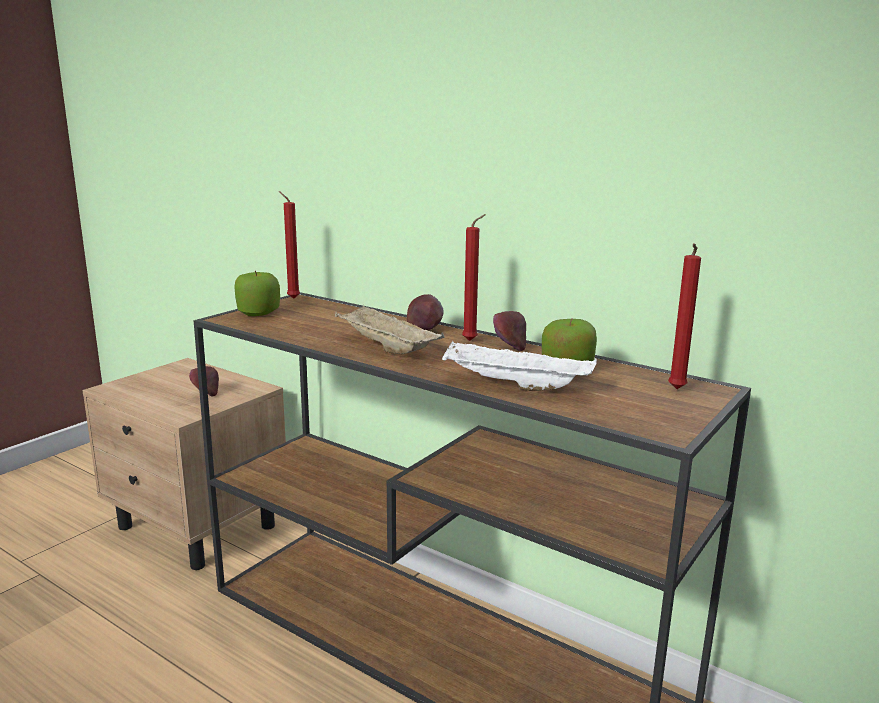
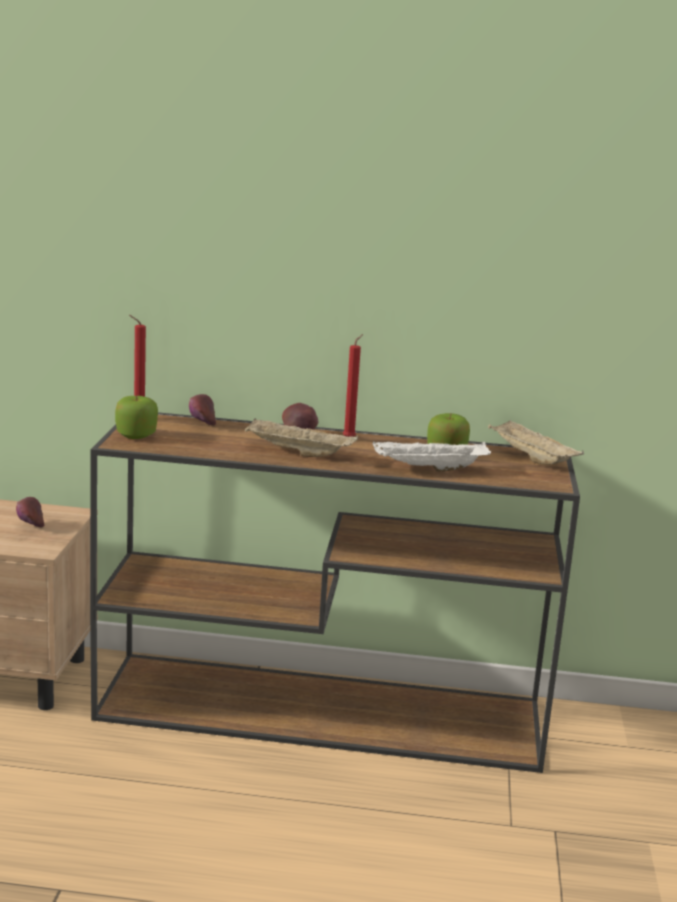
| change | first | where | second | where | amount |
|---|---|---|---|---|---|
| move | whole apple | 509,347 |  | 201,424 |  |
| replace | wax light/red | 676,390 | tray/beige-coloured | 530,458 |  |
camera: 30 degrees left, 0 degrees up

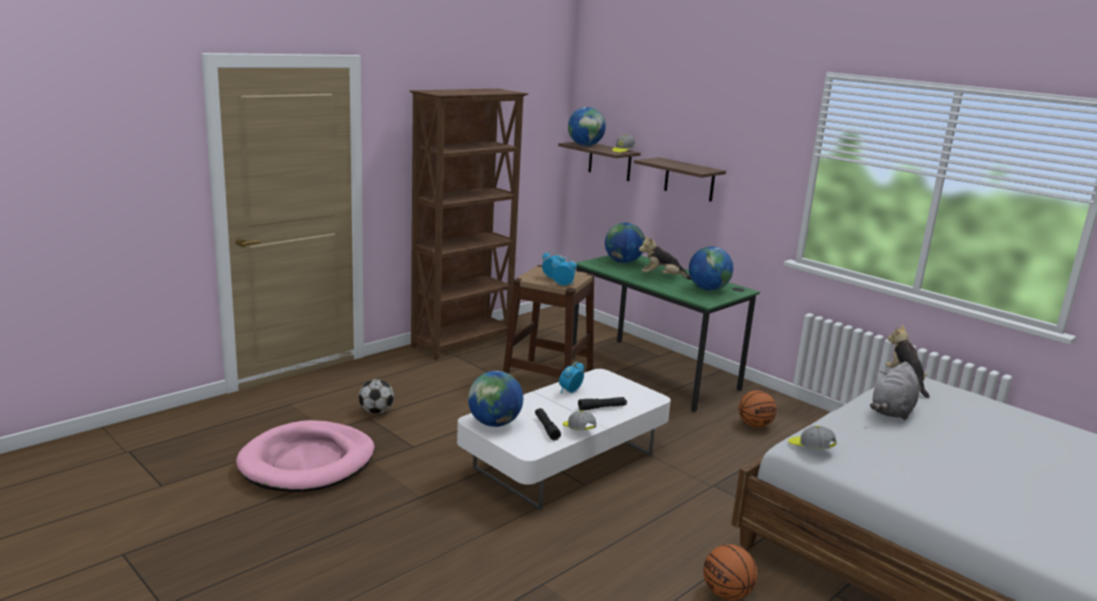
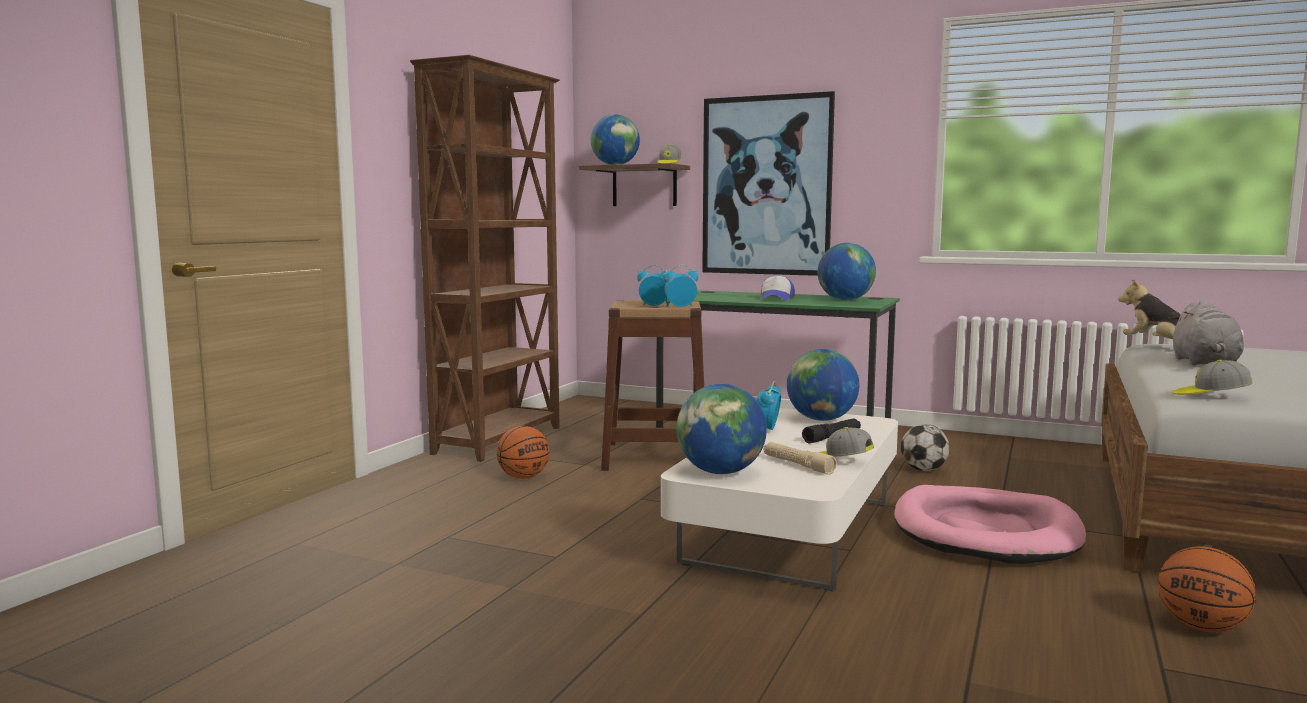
| change | first | where | second | where | amount |
|---|---|---|---|---|---|
| move | basketball | 754,425 |  | 523,477 |  |
| replace | bracket shelf | 689,179 | picture | 766,186 |  |
| replace | plush toy | 661,277 | cap | 776,298 |  |
| recolor | hand torch/black | 546,428 | hand torch/beige-coloured | 798,465 |  |
| move | globe | 623,262 |  | 821,420 |  |
| move | pet bed/pink-coloured | 308,462 |  | 985,532 |  |
| move | football | 376,412 |  | 923,470 |  |
camera: 20 degrees left, 10 degrees down

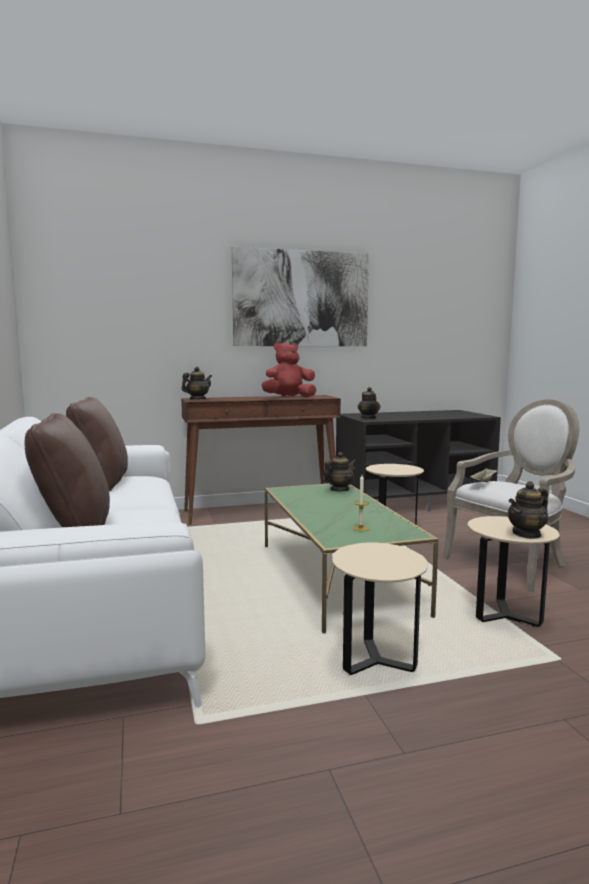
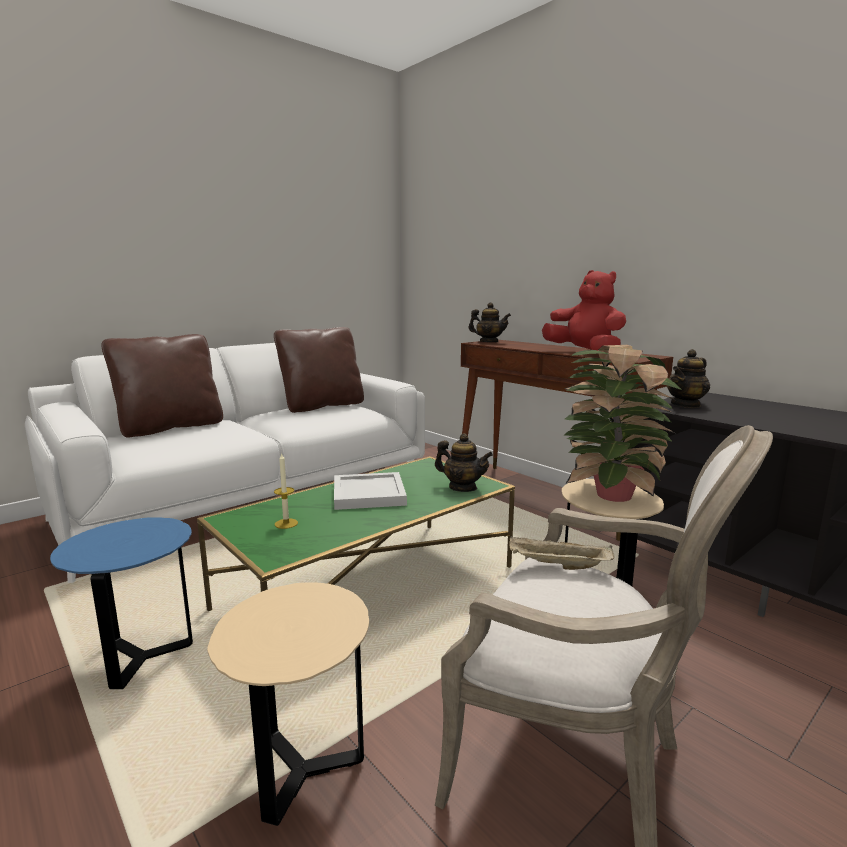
| change | first | where | second | where | amount |
|---|---|---|---|---|---|
| recolor | side table/beige-coloured | 376,662 | side table/bluish | 142,658 |  |
| insert |  |  | tray/whitish | 367,493 |  |
| insert |  |  | plant in a pot | 611,494 |  |
| delete | picture | 301,299 |  |  |  |
| delete | teapot | 527,534 |  |  |  |
camera: 65 degrees right, 5 degrees up

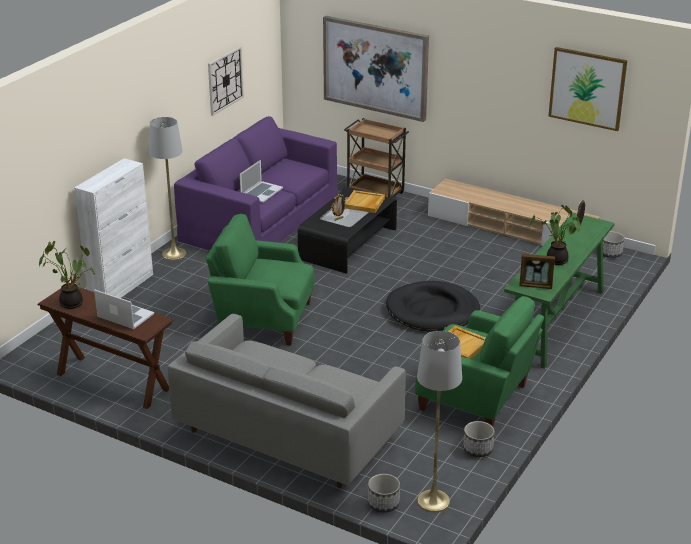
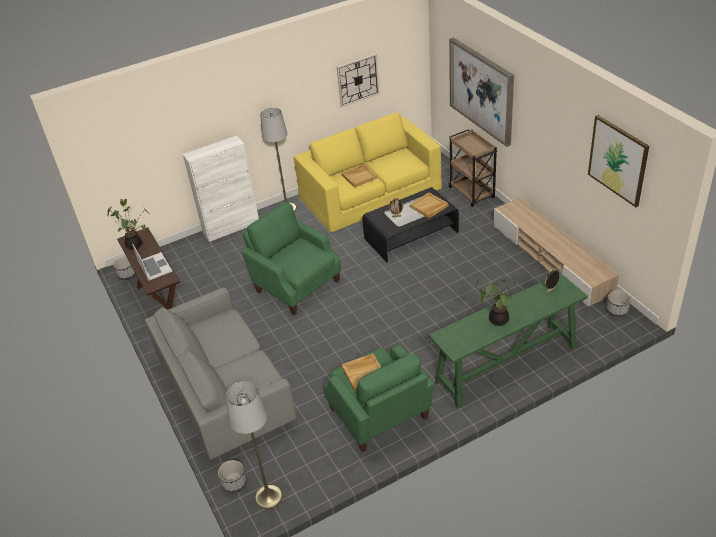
| change | first | where | second | where | amount |
|---|---|---|---|---|---|
| move | planter | 477,449 |  | 127,274 |  |
| recolor | sofa/purple | 259,217 | sofa/yellow | 370,192 |  |
| replace | portable computer | 261,192 | tray/beige-coloured | 359,176 |  |
| delete | pet bed/black | 432,311 |  |  |  |
| delete | picture frame | 535,285 |  |  |  |
camera: 35 degrees right, 10 degrees up

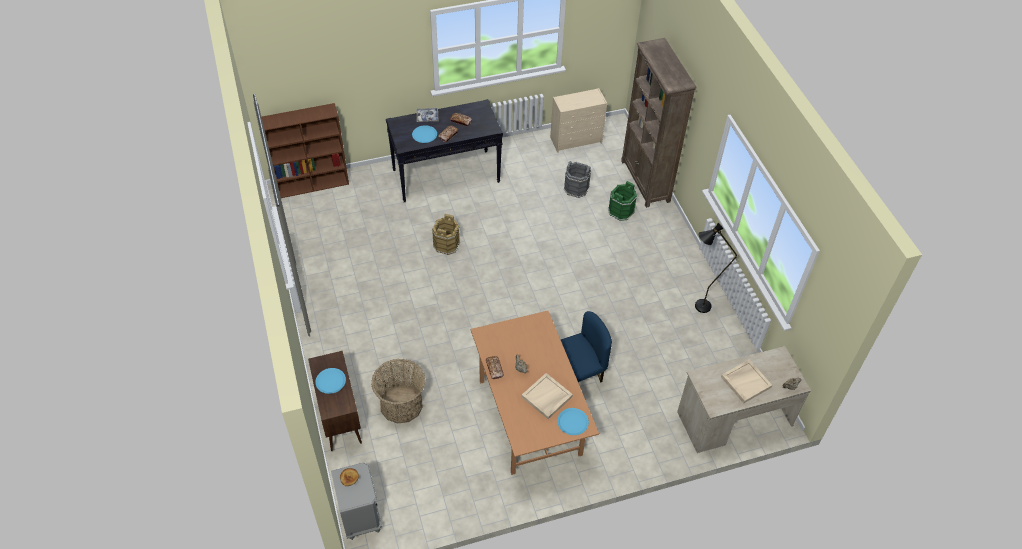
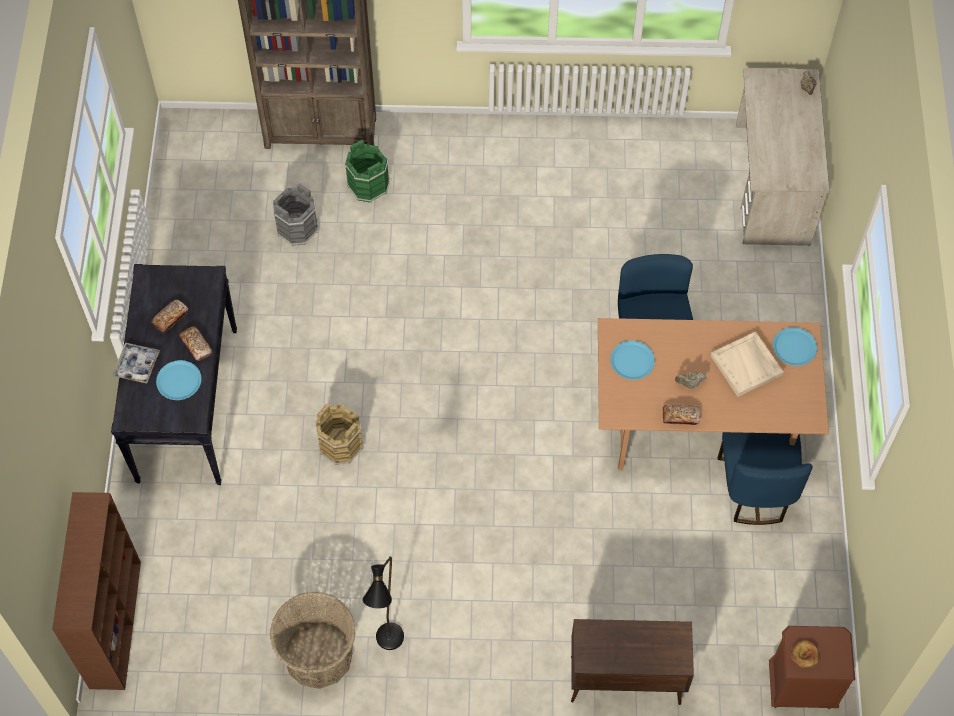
| change | first | where | second | where | amount |
|---|---|---|---|---|---|
| move | storage basket | 401,404 |  | 318,655 |  |
| move | standard lamp/black | 697,307 |  | 389,647 |  |
| move | dinner plate/bluish | 330,381 |  | 632,360 |  |
| insert |  |  | upright chair/bluish | 754,490 |  |
| recolor | nightstand/greyish | 360,517 | nightstand/brown | 800,687 |  |
| delete | chest of drawers/beige-coloured | 576,140 |  |  |  |
| delete | tray/beige-coloured | 746,382 |  |  |  |
camera: 70 degrees left, 10 degrees up

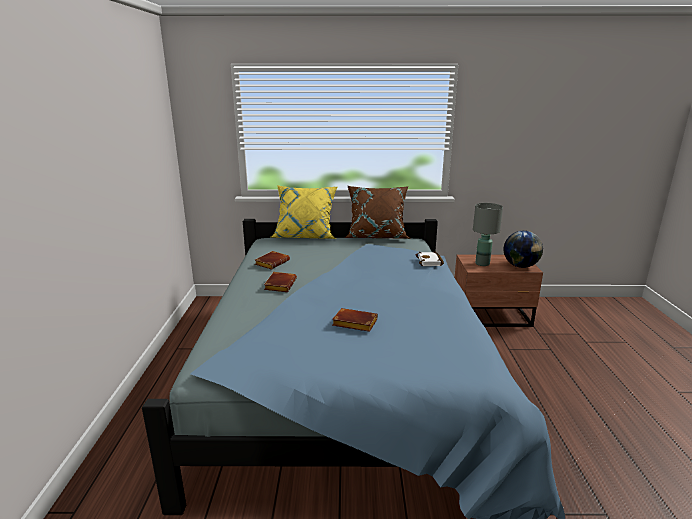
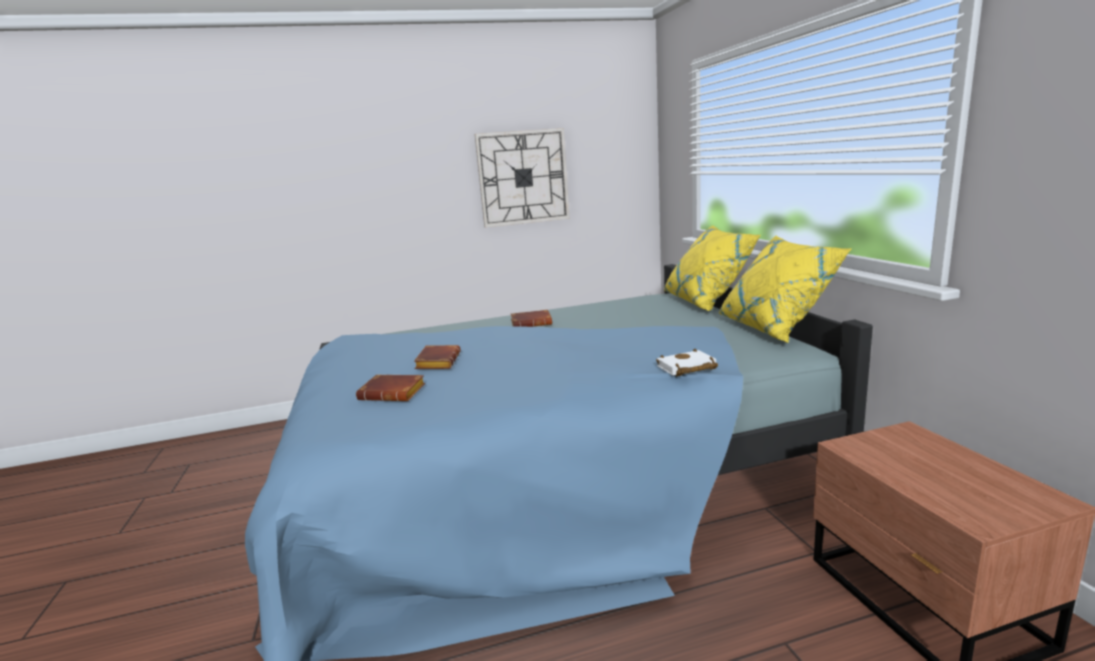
| change | first | where | second | where | amount |
|---|---|---|---|---|---|
| move | bound book/brown | 272,263 |  | 394,393 |  |
| insert |  |  | wall clock | 523,177 |  |
| recolor | cushion/brown | 377,236 | cushion/yellow | 775,328 |  |
| delete | tabletop lamp/greyish | 482,264 |  |  |  |
| delete | globe | 520,266 |  |  |  |
camera: 75 degrees right, 5 degrees down

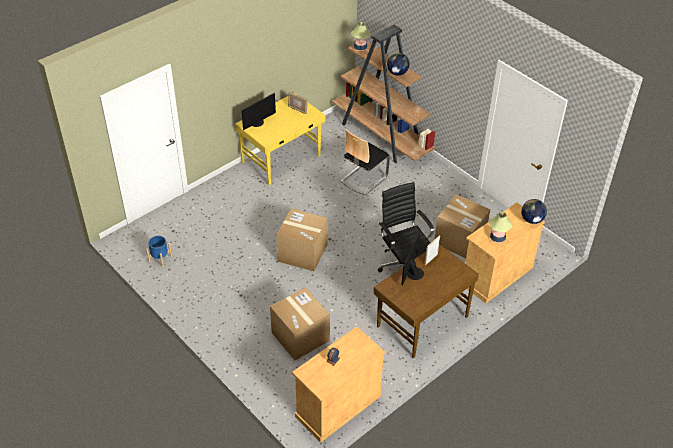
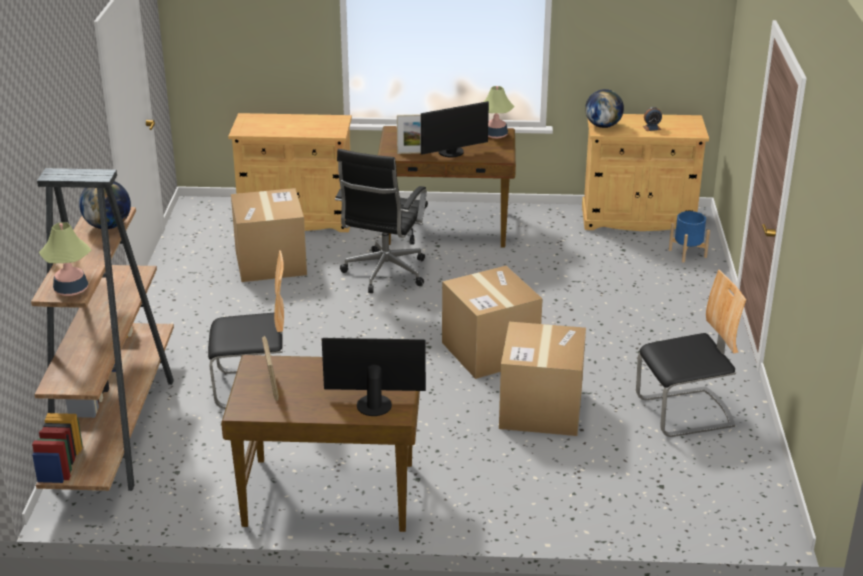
| change | first | where | second | where | amount |
|---|---|---|---|---|---|
| recolor | desk table/yellow | 282,159 | desk table/brown | 328,493 |  |
| move | tabletop lamp | 497,238 |  | 495,135 |  |
| move | carton | 300,336 |  | 541,409 |  |
| move | globe | 532,220 |  | 603,126 |  |
| insert |  |  | upright chair | 685,413 |  |
| move | planter/bluish | 160,259 |  | 687,253 |  |
camera: 135 degrees left, 15 degrees down

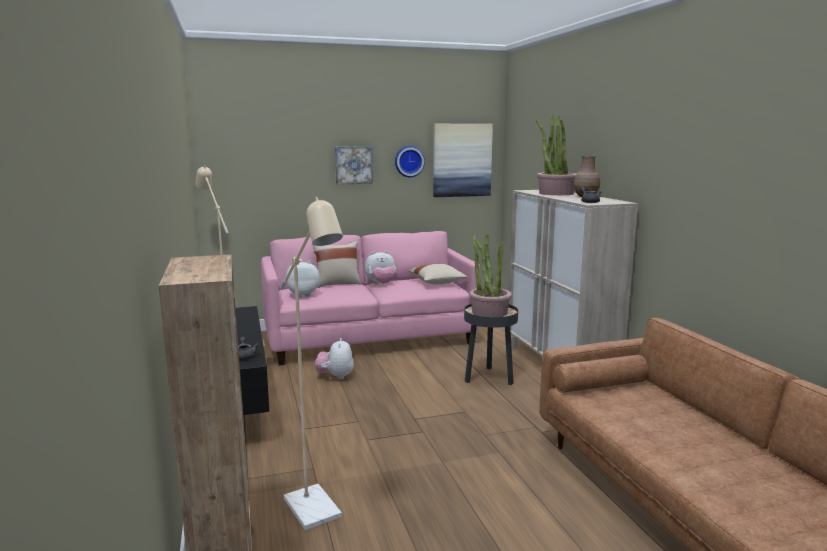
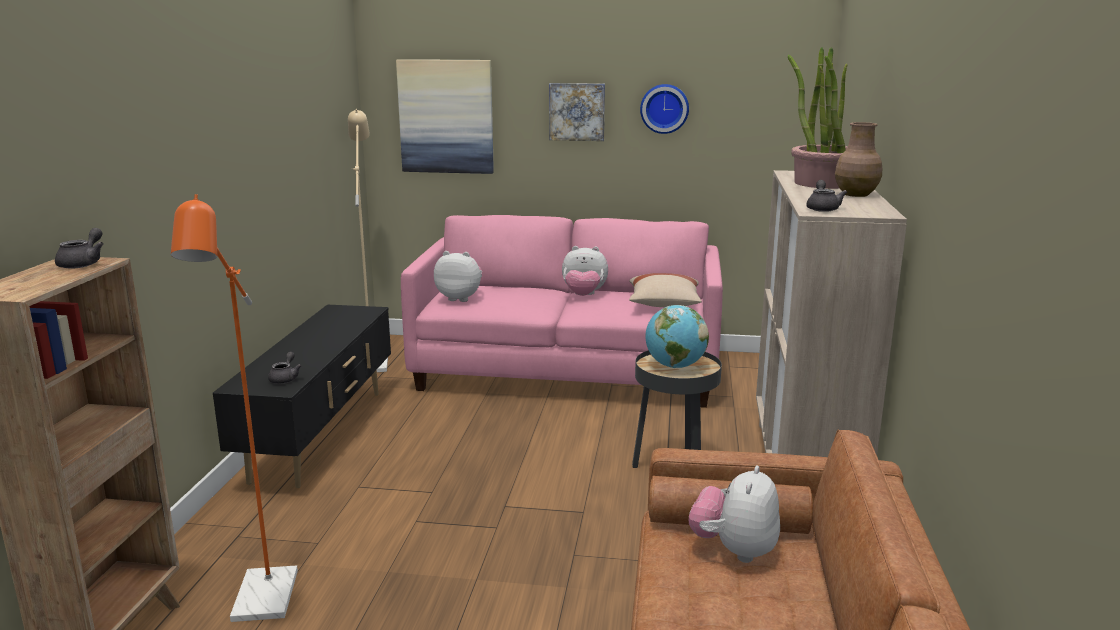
| change | first | where | second | where | amount |
|---|---|---|---|---|---|
| insert |  |  | teapot/greyish | 83,263 |  |
| recolor | standard lamp/beige-coloured | 317,514 | standard lamp/orange | 262,605 |  |
| move | picture | 462,160 |  | 446,116 |  |
| replace | plant in a pot | 489,312 | globe | 675,366 |  |
| move | plush toy | 335,377 |  | 734,550 |  |
| delete | cushion/beige-coloured | 337,284 |  |  |  |
camera: 25 degrees right, 5 degrees up

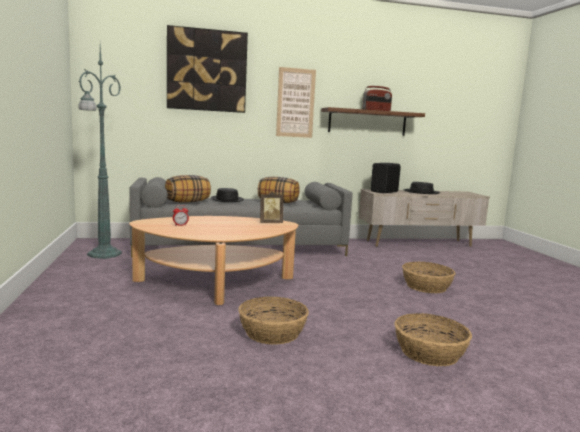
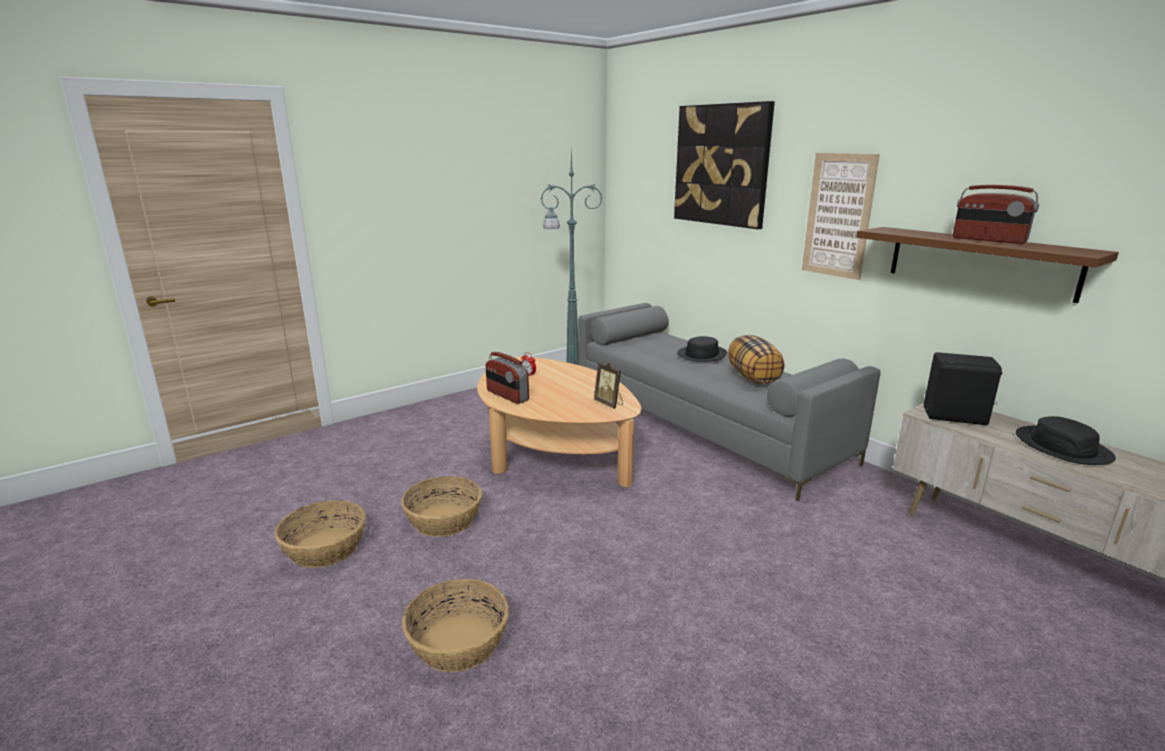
| change | first | where | second | where | amount |
|---|---|---|---|---|---|
| move | storage basket | 426,286 |  | 325,548 |  |
| insert |  |  | radio | 507,396 |  |
| delete | cushion | 187,202 |  |  |  |
camera: 65 degrees right, 10 degrees up

